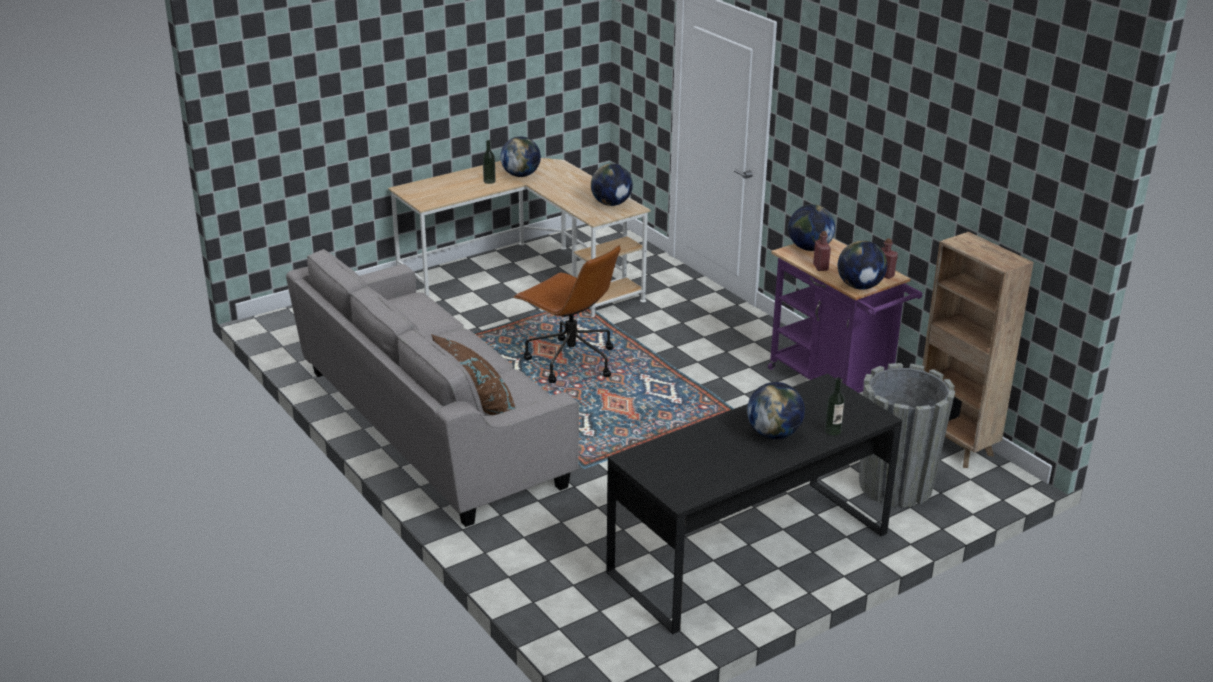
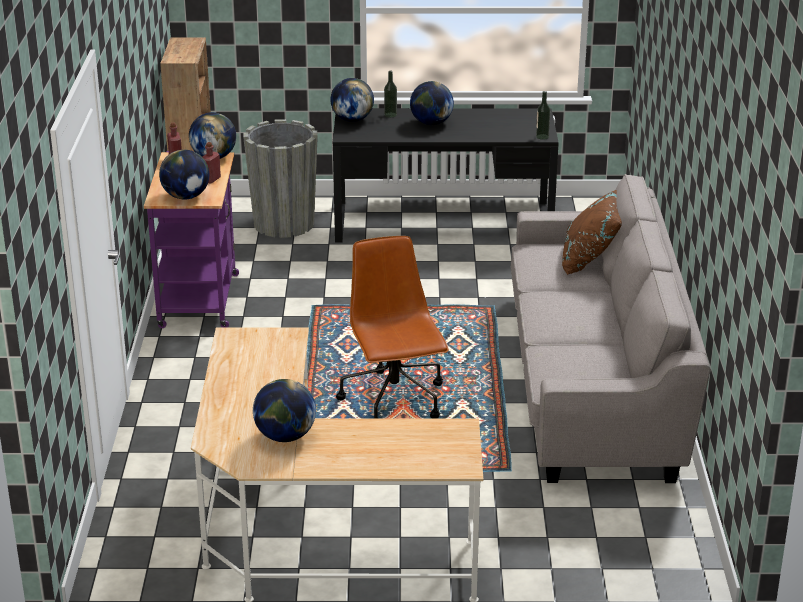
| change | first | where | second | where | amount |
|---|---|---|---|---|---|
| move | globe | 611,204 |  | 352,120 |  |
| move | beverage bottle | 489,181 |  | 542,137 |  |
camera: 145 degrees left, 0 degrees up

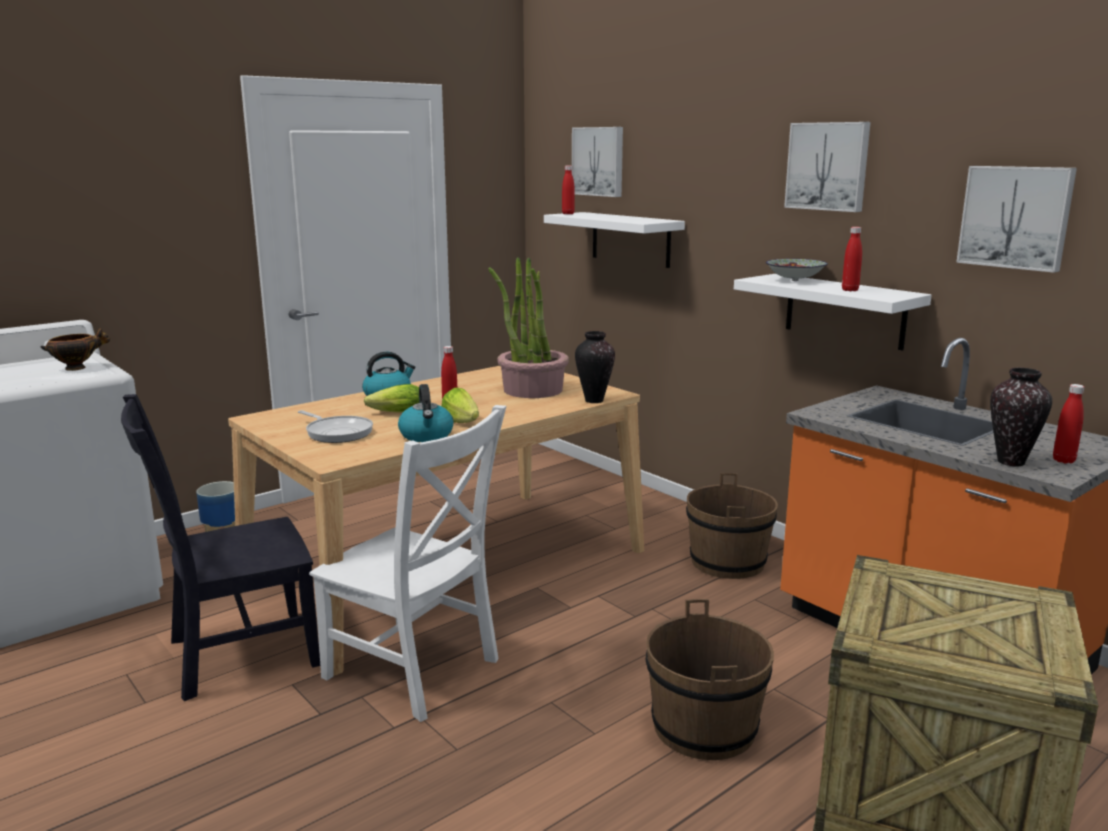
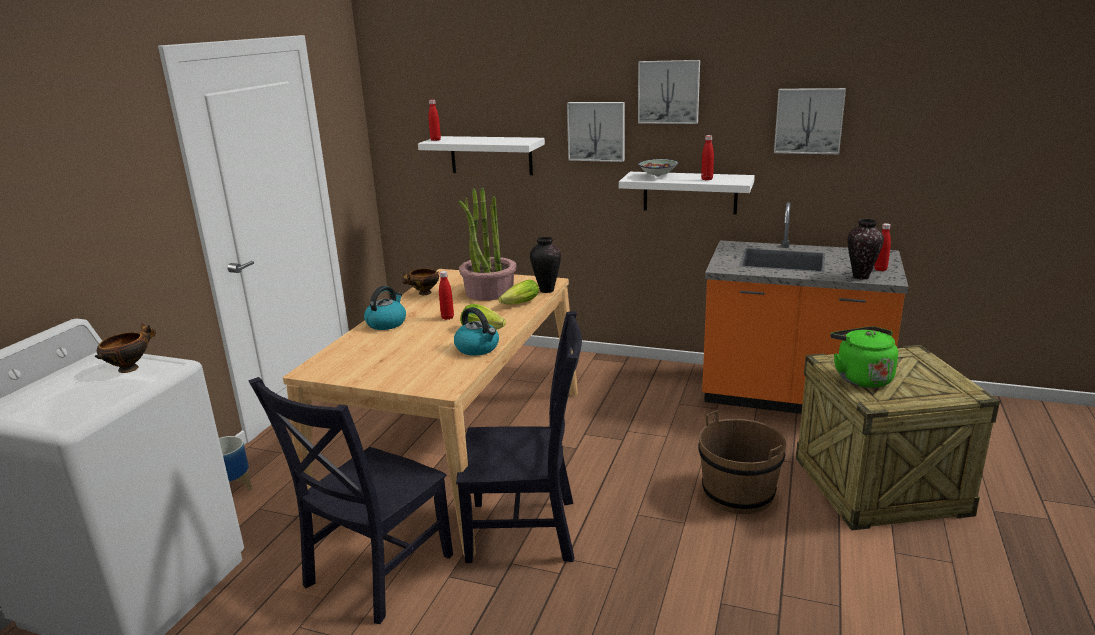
| change | first | where | second | where | amount |
|---|---|---|---|---|---|
| insert |  |  | deep dish | 424,293 |  |
| recolor | upright chair/whitish | 416,672 | upright chair/black | 528,531 |  |
| move | head of lettuce | 394,413 |  | 518,304 |  |
| move | picture | 599,161 |  | 596,131 |  |
| insert |  |  | water kettle/green | 861,377 |  |
| delete | pan | 337,432 |  |  |  |
| delete | pail/brown | 728,562 |  |  |  |
camera: 30 degrees left, 5 degrees up

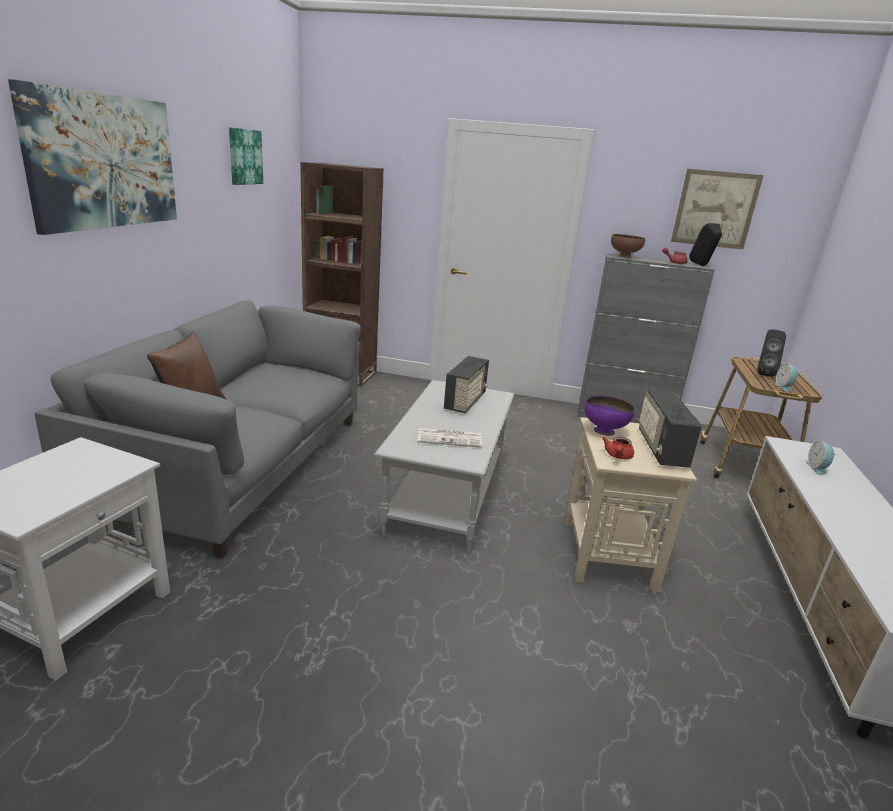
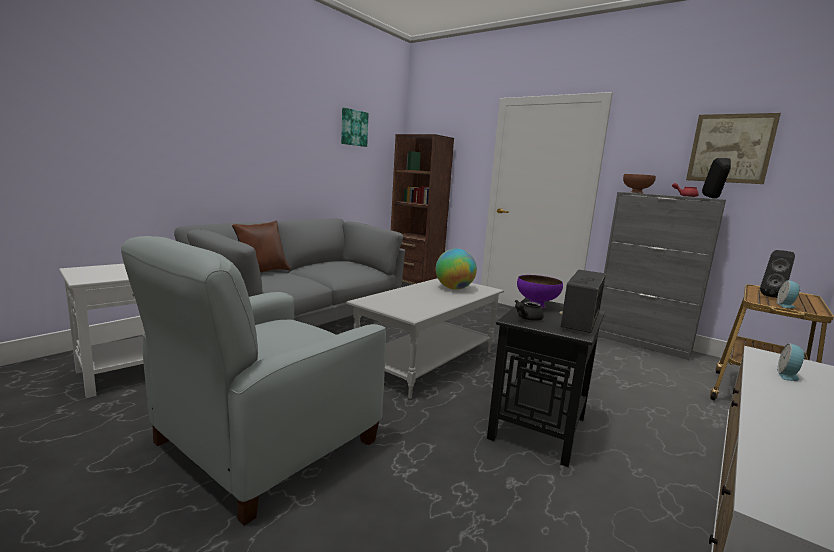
| change | first | where | second | where | amount |
|---|---|---|---|---|---|
| insert |  |  | lounge chair/greyish | 263,443 |  |
| replace | radio | 465,402 | globe | 454,288 |  |
| recolor | side table/beige-coloured | 608,554 | side table/black | 537,428 |  |
| recolor | teapot/red | 617,456 | teapot/black | 526,318 |  |
| delete | picture | 104,161 |  |  |  |
| delete | printed paper | 450,438 |  |  |  |
camera: 25 degrees right, 10 degrees down

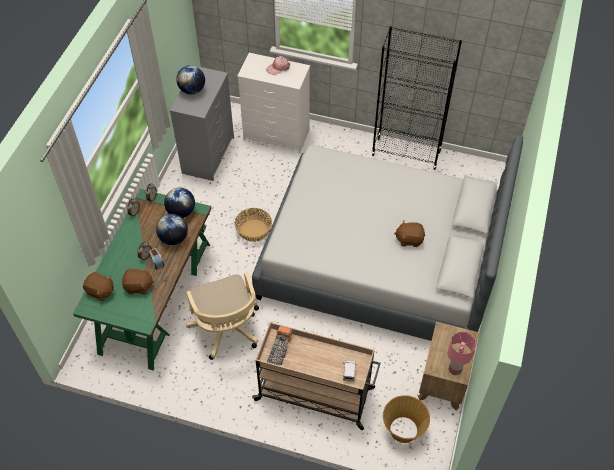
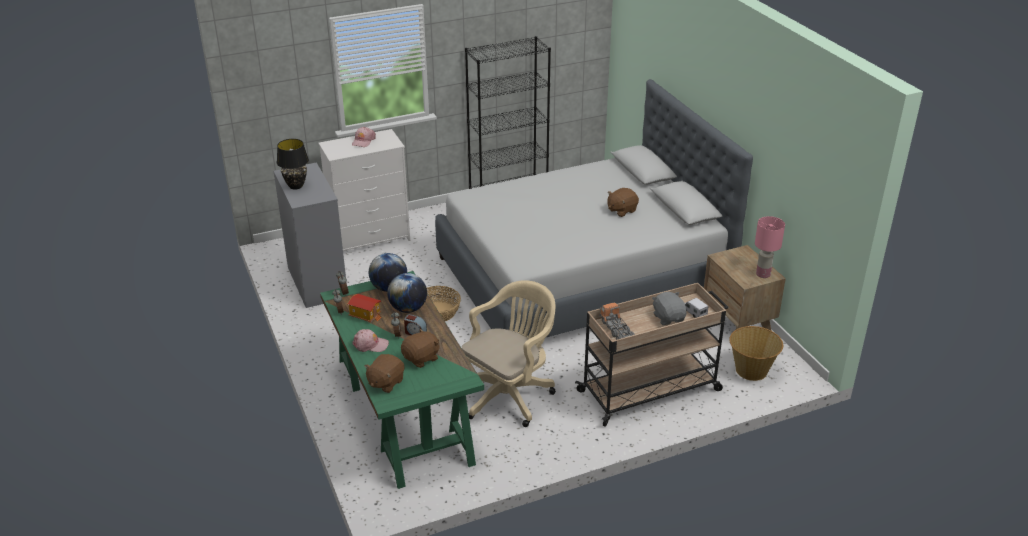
| change | first | where | second | where | amount |
|---|---|---|---|---|---|
| replace | globe | 192,90 | tabletop lamp/black | 296,186 |  |
| insert |  |  | toy house | 365,315 |  |
| insert |  |  | cap/pink-coloured | 370,344 |  |
| rotate | plush toy/brown | 100,291 |  | 385,382 | 135 degrees clockwise |
| rotate | office chair/beige-coloured | 227,331 |  | 510,394 | 75 degrees counterclockwise |
| insert |  |  | plush toy/greyish | 668,318 |  |
camera: 40 degrees left, 20 degrees down

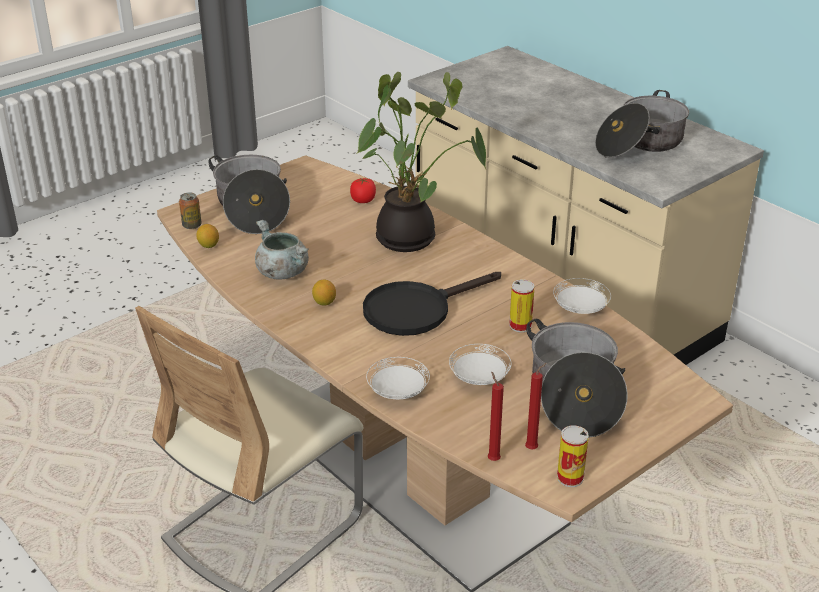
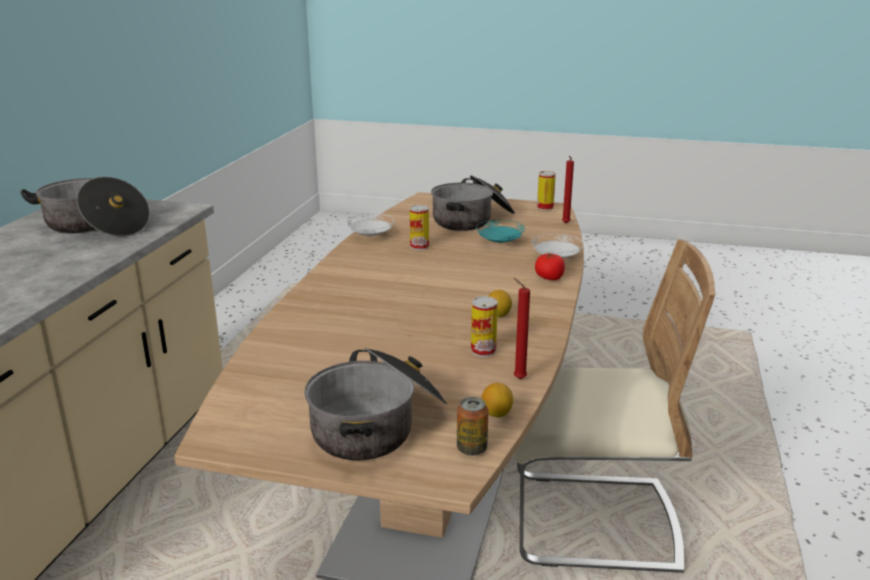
| change | first | where | second | where | amount |
|---|---|---|---|---|---|
| replace | stockpot/greyish | 282,272 | can | 483,351 |  |
| recolor | dinner plate/whitish | 479,378 | dinner plate/turquoise | 499,243 |  |
| move | wax light/red | 533,448 |  | 517,378 |  |
| move | whole tomato | 363,200 |  | 549,278 |  |
| delete | plant in a pot | 411,239 |  |  |  |
| delete | pan/black | 416,309 |  |  |  |
camera: 125 degrees left, 10 degrees down

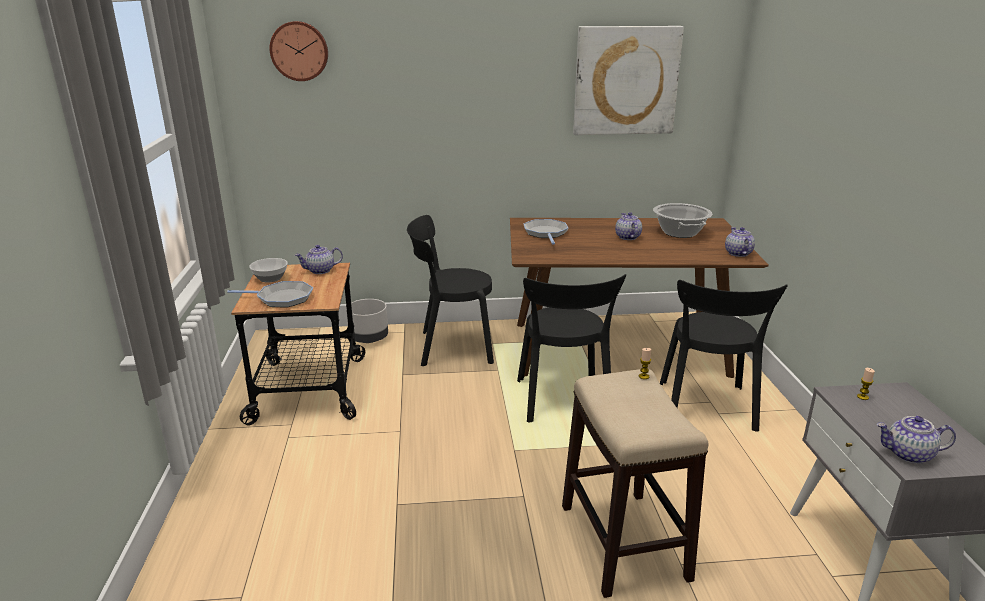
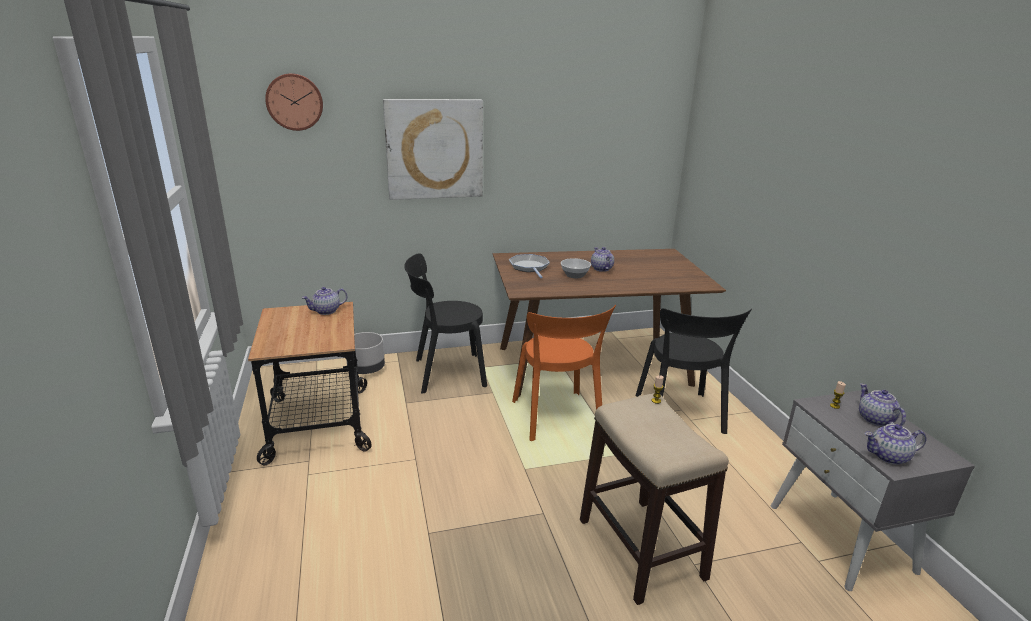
| change | first | where | second | where | amount |
|---|---|---|---|---|---|
| move | picture | 626,81 |  | 434,149 |  |
| recolor | upright chair/black | 563,400 | upright chair/orange | 557,417 |  |
| move | deep dish | 271,278 |  | 575,275 |  |
| move | teapot | 737,253 |  | 874,419 |  |
| delete | pan | 282,298 |  |  |  |
| delete | stockpot | 680,233 |  |  |  |
camera: 10 degrees left, 0 degrees up

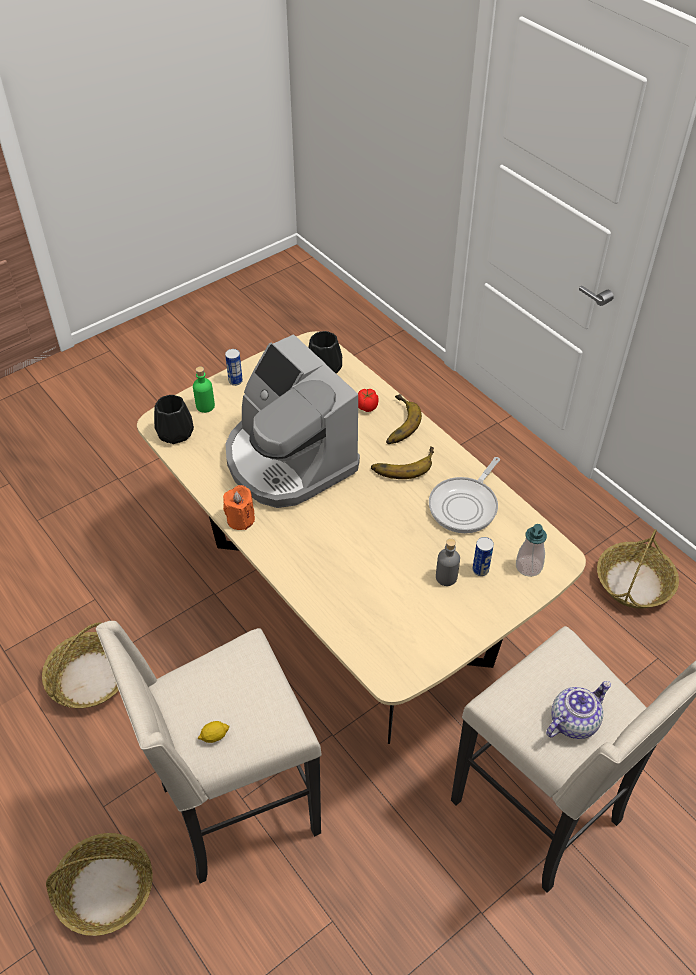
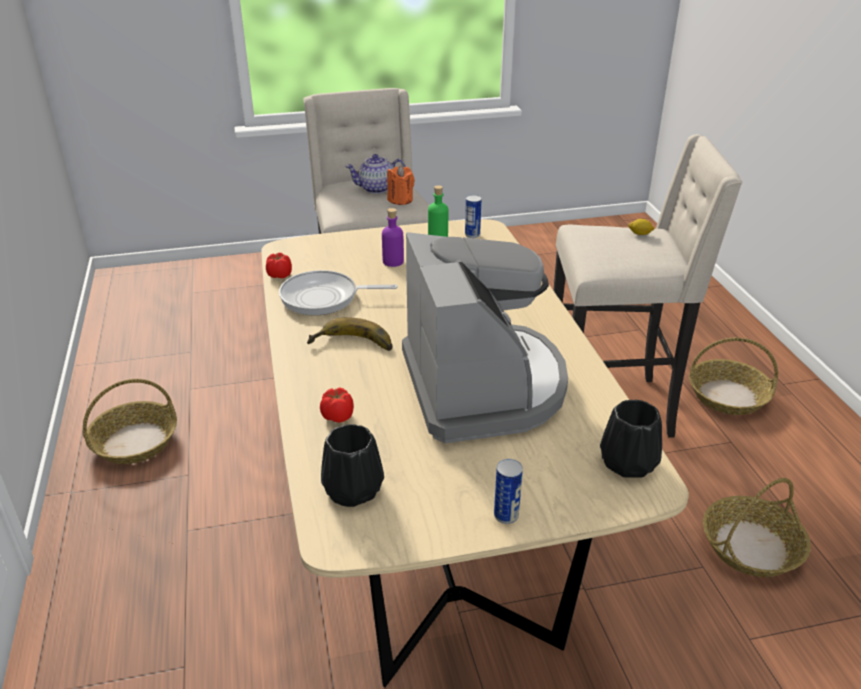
| change | first | where | second | where | amount |
|---|---|---|---|---|---|
| insert |  |  | whole tomato | 280,275 |  |
| rotate | pan | 465,505 |  | 324,298 | 150 degrees counterclockwise |
| recolor | beverage bottle/greyish | 446,577 | beverage bottle/purple | 393,261 |  |
| move | wax light/orange | 240,519 |  | 400,200 |  |
| move | beverage bottle/green | 205,406 |  | 438,237 |  |
| move | can | 480,570 |  | 472,235 |  |
| delete | whole banana | 396,423 |  |  |  |
| delete | soap dispenser | 528,566 |  |  |  |
camera: 155 degrees left, 15 degrees down

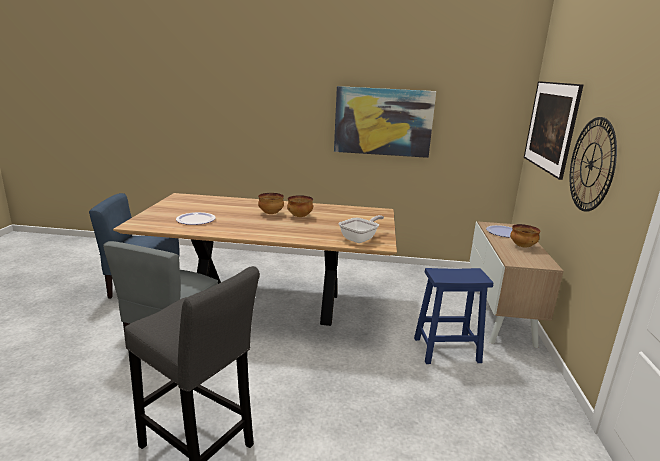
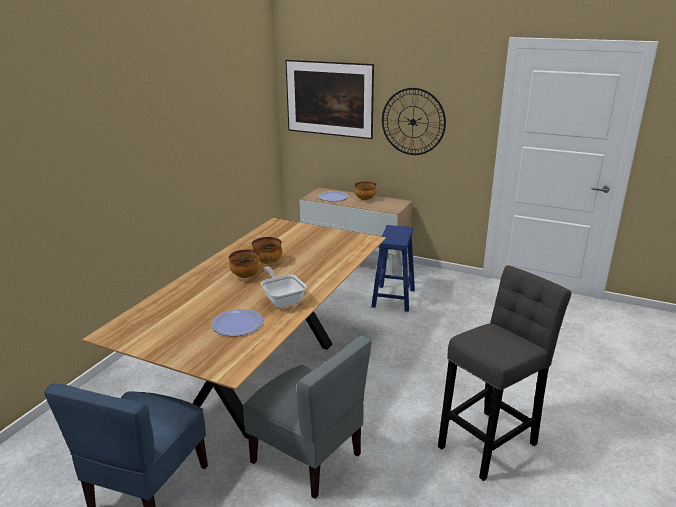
| change | first | where | second | where | amount |
|---|---|---|---|---|---|
| move | pan | 360,238 |  | 282,299 |  |
| delete | picture | 383,122 |  |  |  |
camera: 70 degrees left, 5 degrees up

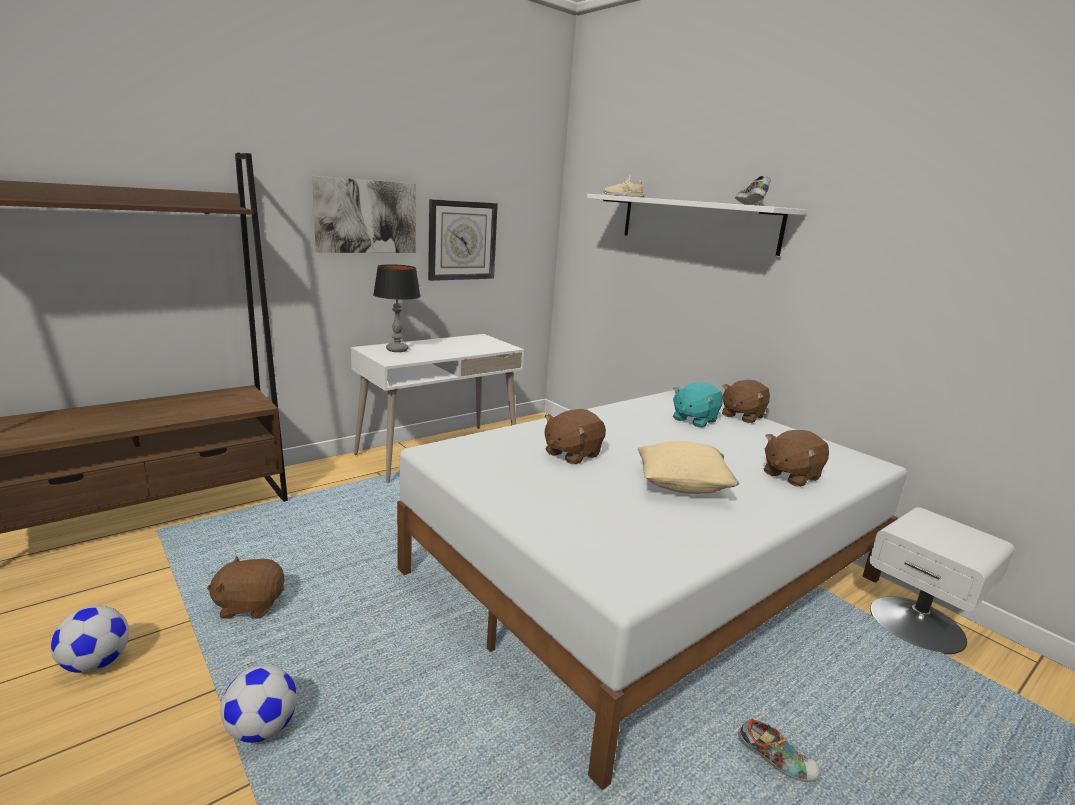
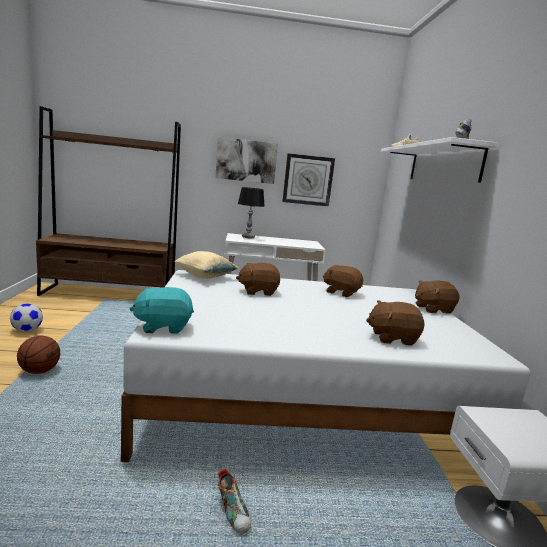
| change | first | where | second | where | amount |
|---|---|---|---|---|---|
| replace | football | 262,729 | basketball | 40,371 |  |
| move | plush toy/turquoise | 694,420 |  | 163,326 |  |
| move | cushion/beige-coloured | 682,486 |  | 205,276 |  |
| move | plush toy/brown | 250,605 |  | 341,292 |  |
camera: 35 degrees right, 5 degrees down

